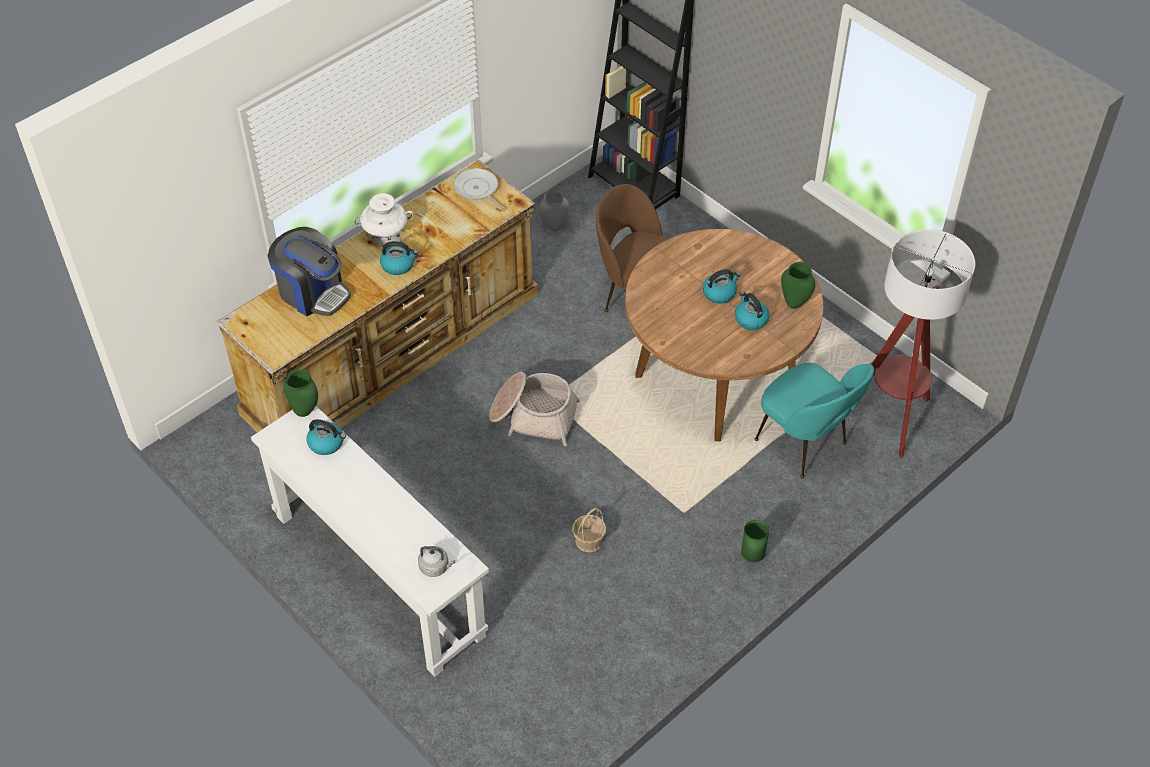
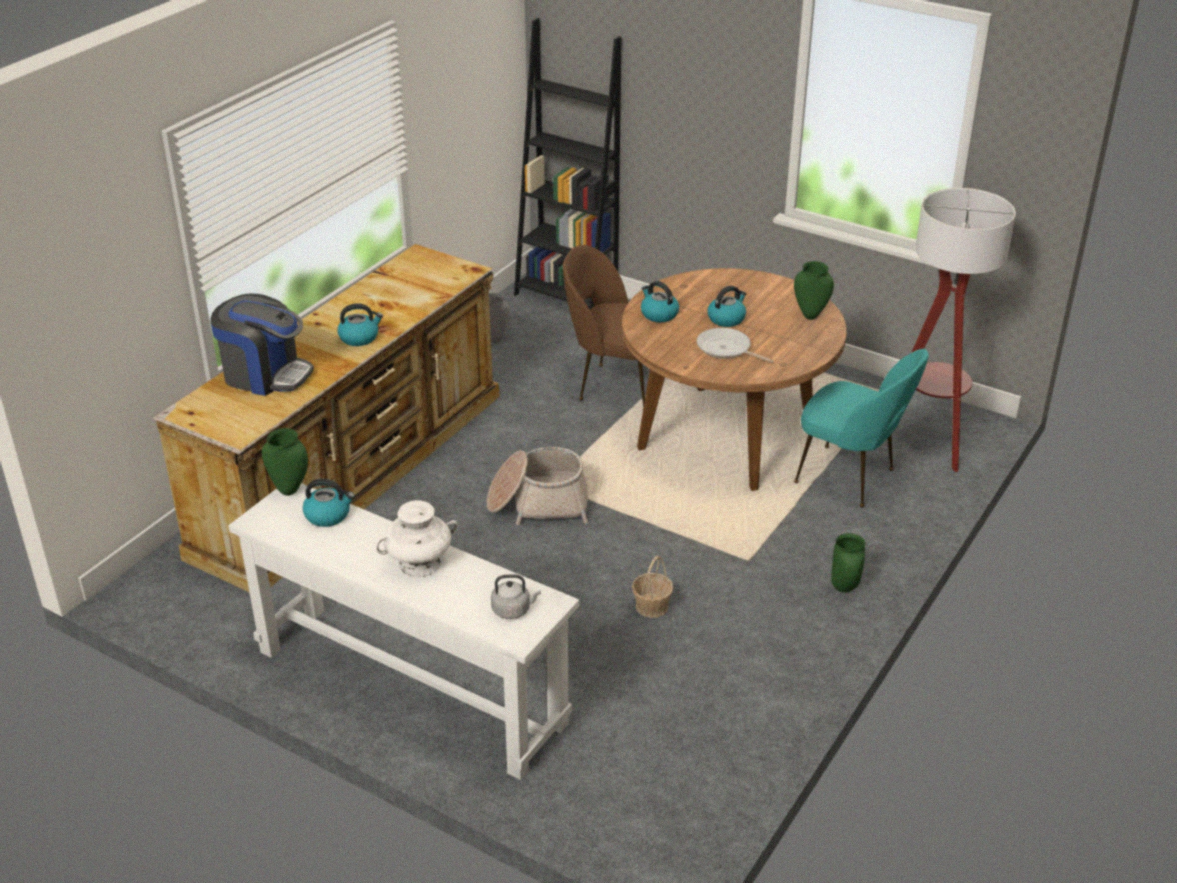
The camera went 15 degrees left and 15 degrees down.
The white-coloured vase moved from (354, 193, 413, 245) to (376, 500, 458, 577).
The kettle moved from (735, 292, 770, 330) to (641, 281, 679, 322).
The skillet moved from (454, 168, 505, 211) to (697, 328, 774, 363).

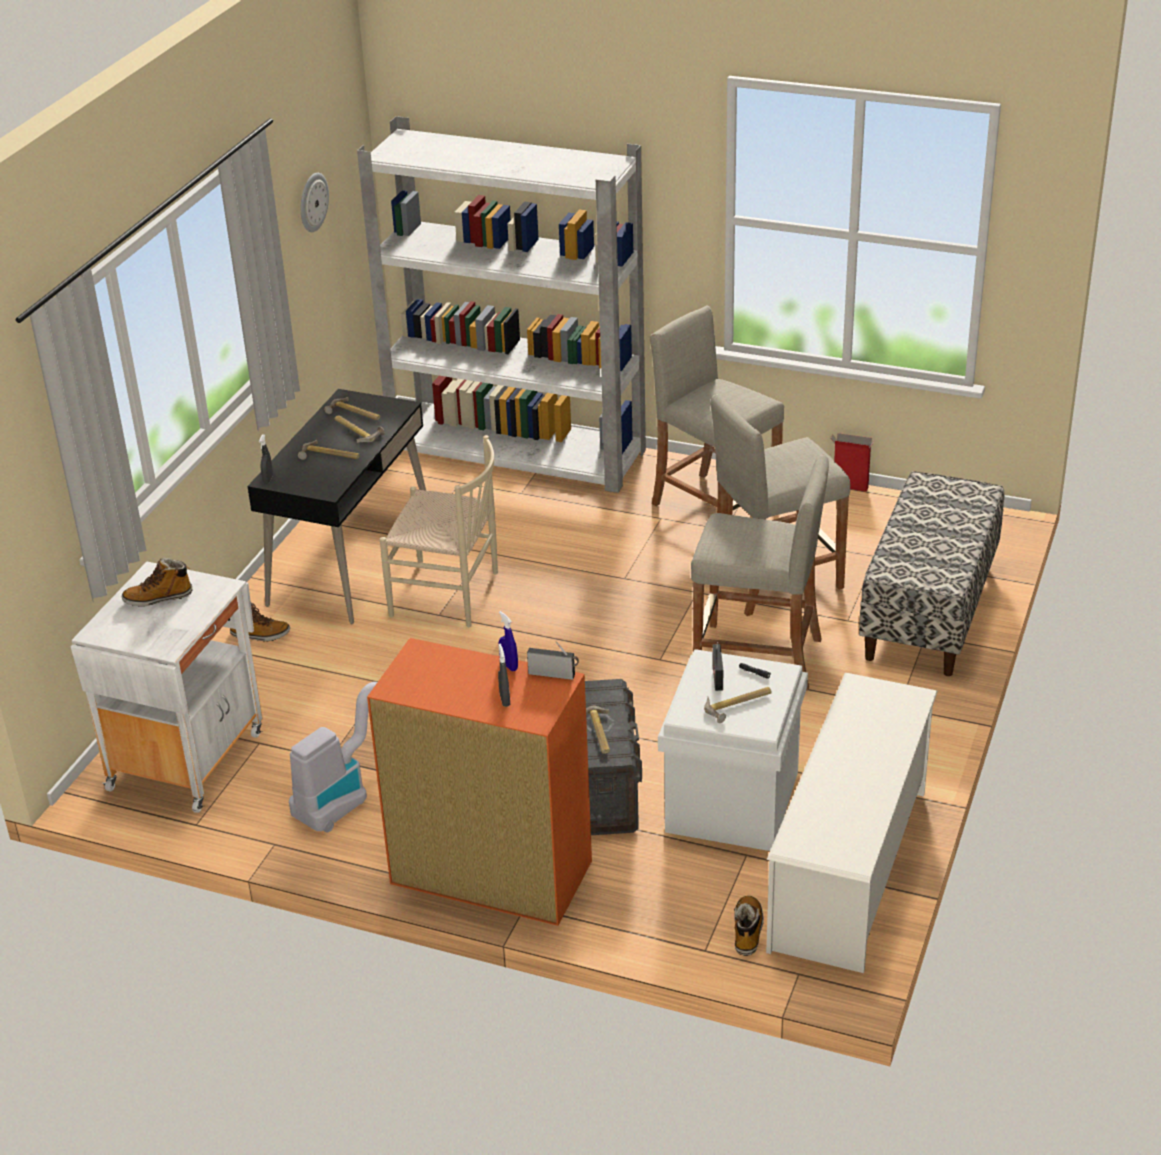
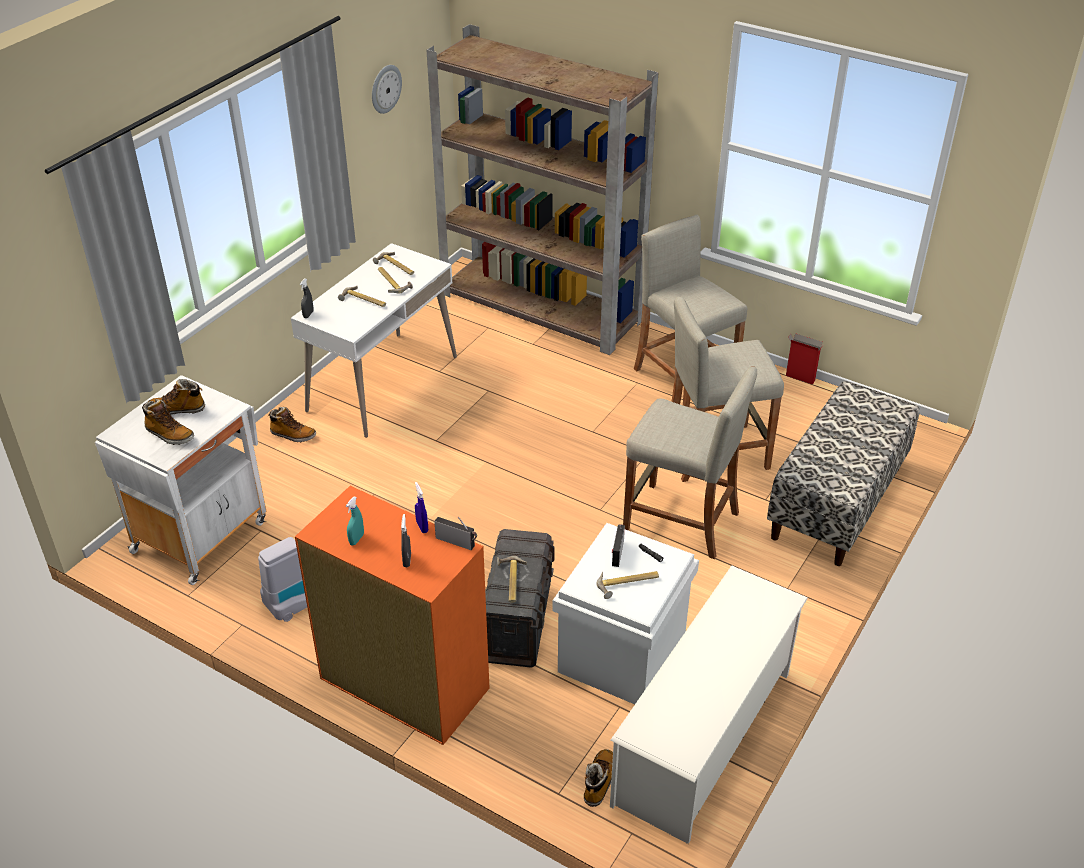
The camera went 10 degrees right and 5 degrees up.
The tall boot at (142, 399, 194, 445) appeared.
The black desk unit at (247, 389, 426, 624) became the white-coloured desk unit at (291, 243, 457, 438).
The turquoise spray bottle at (346, 496, 364, 546) appeared.
The white-coloured bookcase at (357, 116, 646, 493) became the brown-coloured bookcase at (427, 24, 658, 355).
The beige chair at (380, 435, 498, 627) disappeared.

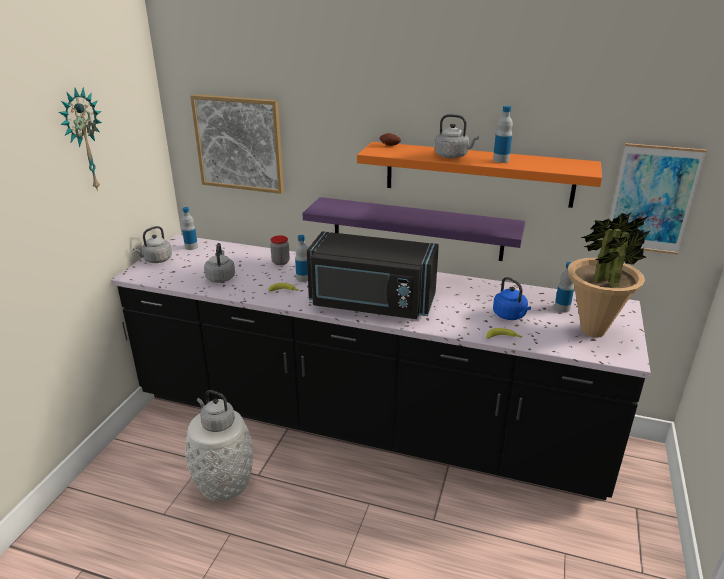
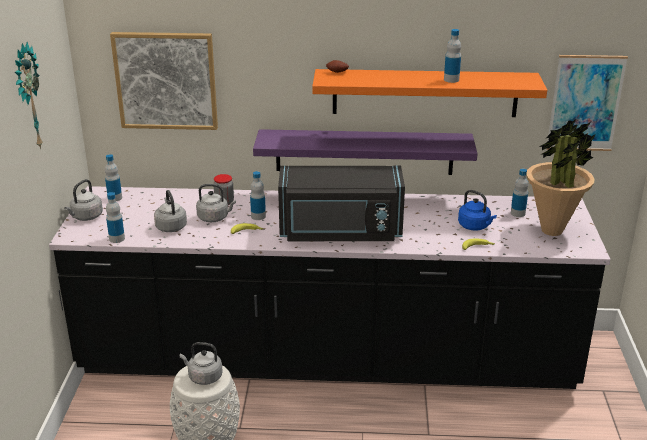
The camera went 15 degrees left and 0 degrees up.
The beverage bottle at (106, 192, 125, 243) appeared.
The grey kettle moved from (435, 114, 479, 158) to (196, 184, 236, 222).

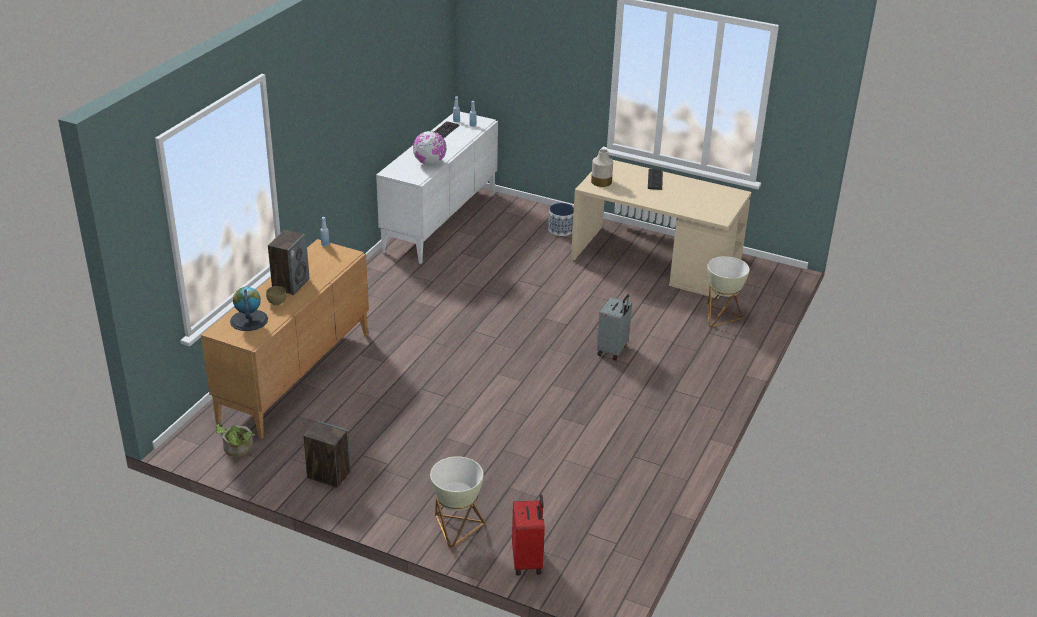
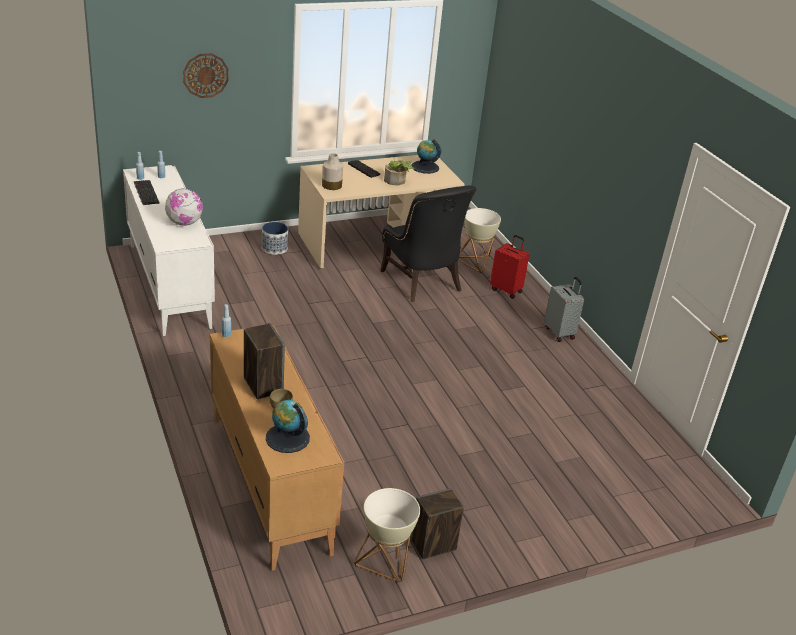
The camera went 50 degrees left and 0 degrees up.
The wall clock at (183, 53, 229, 98) appeared.
The planter moved from (430, 456, 485, 547) to (354, 488, 420, 582).
The black chair at (380, 186, 476, 302) appeared.
The plant in a pot moved from (216, 424, 255, 457) to (384, 160, 415, 186).
The desk globe at (411, 139, 441, 174) appeared.
The red-coloured piece of luggage moved from (512, 494, 545, 576) to (490, 235, 529, 299).
The grey piece of luggage moved from (597, 294, 632, 360) to (544, 277, 584, 342).

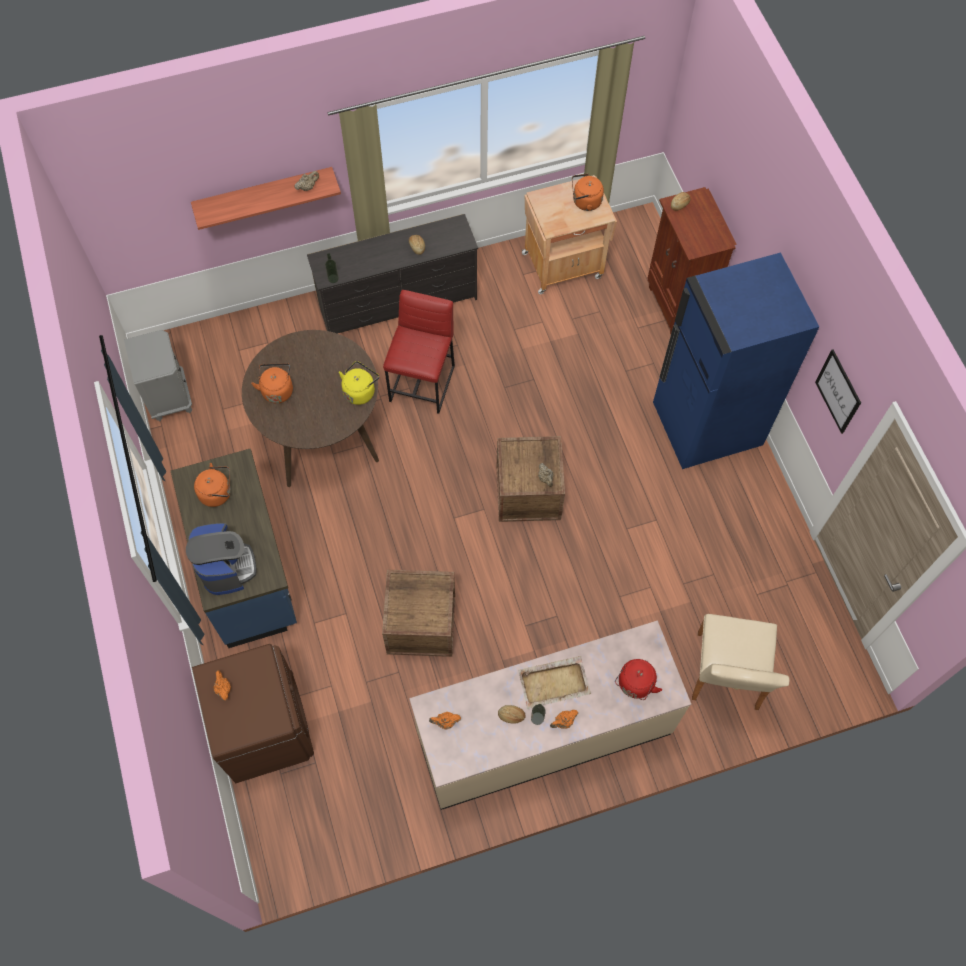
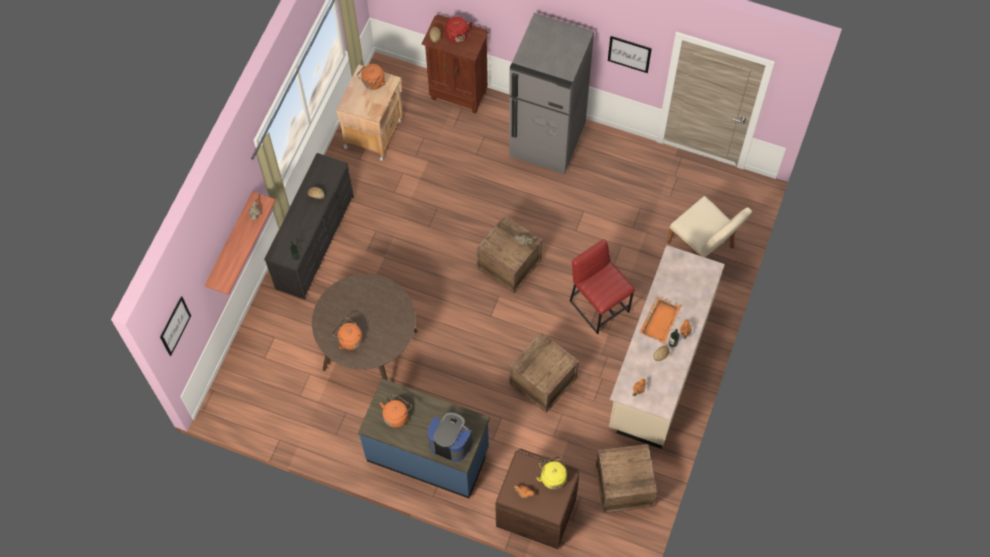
The camera went 50 degrees left and 0 degrees up.
The wall art at (160, 296, 191, 356) appeared.
The red-coloured kettle moved from (615, 659, 662, 700) to (445, 17, 472, 43).
The blue-coloured fridge at (653, 253, 819, 469) became the grey fridge at (509, 13, 594, 174).
The yellow kettle moved from (339, 361, 379, 405) to (536, 456, 567, 489).
The red-coloured chair moved from (383, 290, 455, 414) to (570, 239, 635, 334).
The crate at (596, 444, 657, 513) appeared.
The beige serving tray at (518, 656, 591, 709) became the orange-coloured serving tray at (639, 296, 681, 344).
The grey bedside table at (124, 330, 192, 421) disappeared.

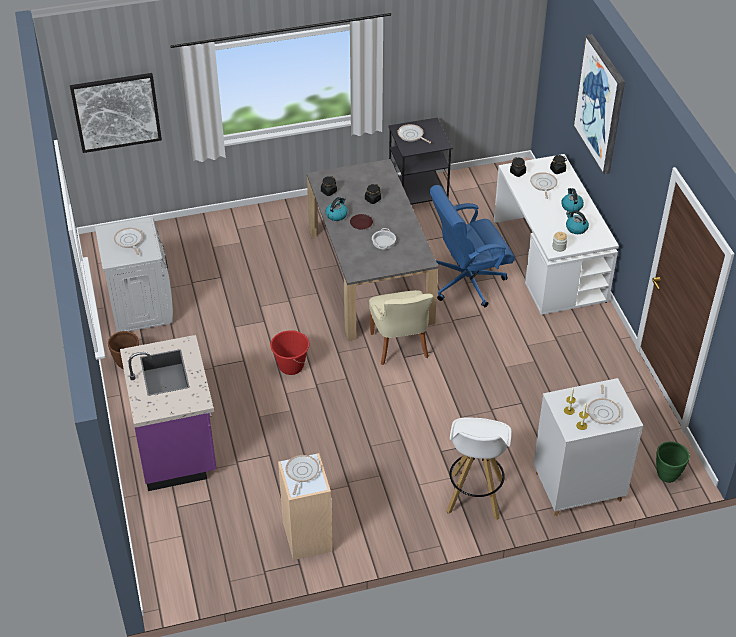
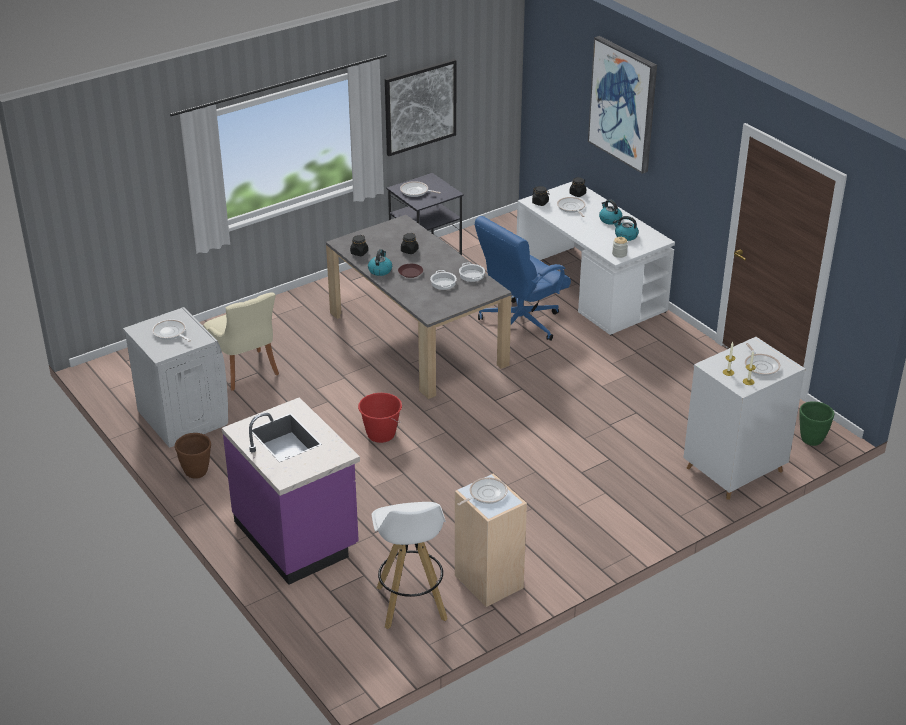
The camera went 20 degrees left and 10 degrees down.
The beige chair moved from (369, 290, 433, 365) to (203, 293, 279, 391).
The white-coloured stool moved from (446, 418, 511, 520) to (372, 502, 448, 629).
The wall art moved from (70, 73, 162, 153) to (385, 59, 456, 156).
The skillet at (285, 455, 319, 495) turned 60 degrees clockwise.
The cooking pot at (459, 262, 485, 282) appeared.

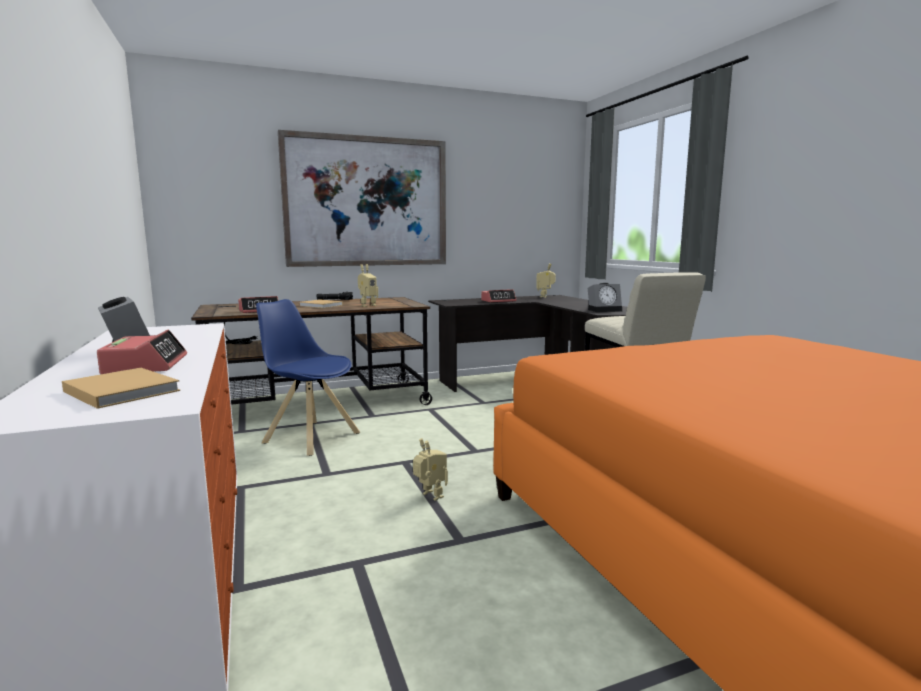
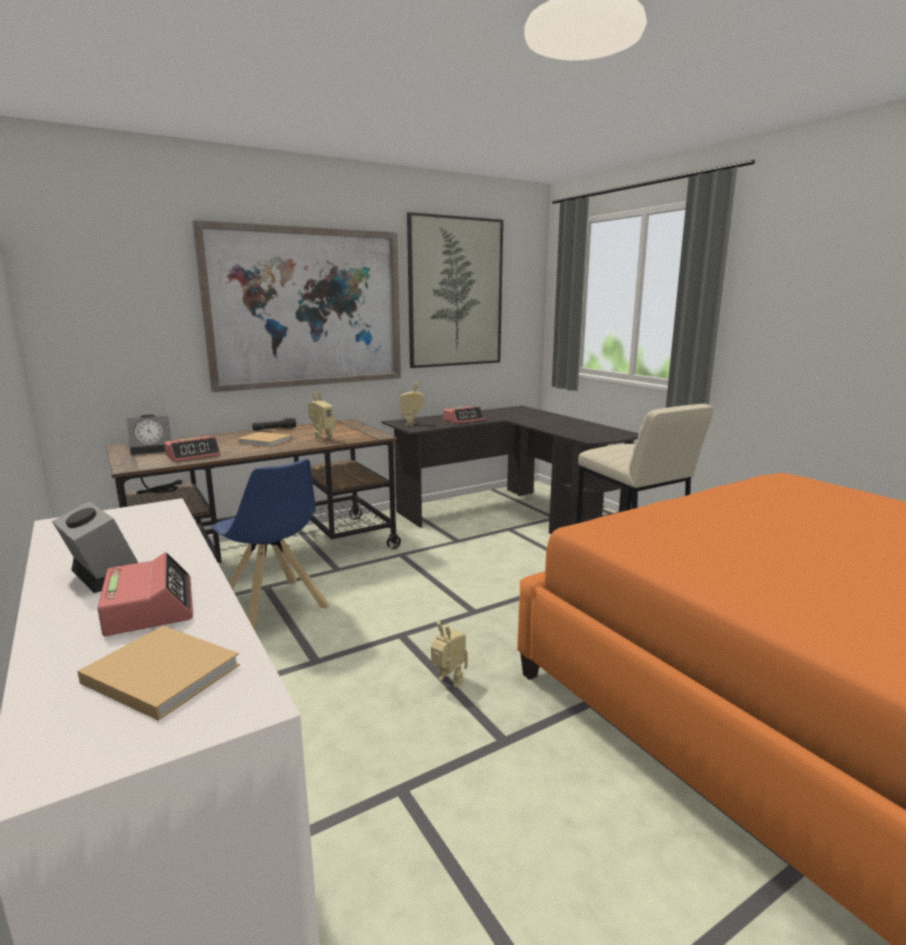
The camera went 10 degrees left and 5 degrees up.
The table clock moved from (588, 283, 622, 312) to (126, 415, 171, 455).
The blue-coloured chair at (256, 299, 360, 456) turned 150 degrees counterclockwise.
The model robot moved from (536, 264, 556, 298) to (400, 382, 424, 426).
The wall art at (407, 212, 503, 368) appeared.

